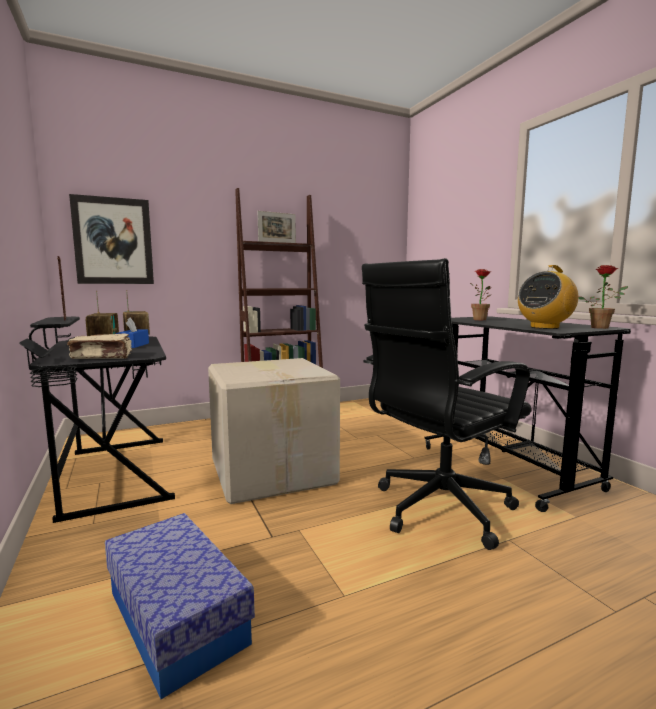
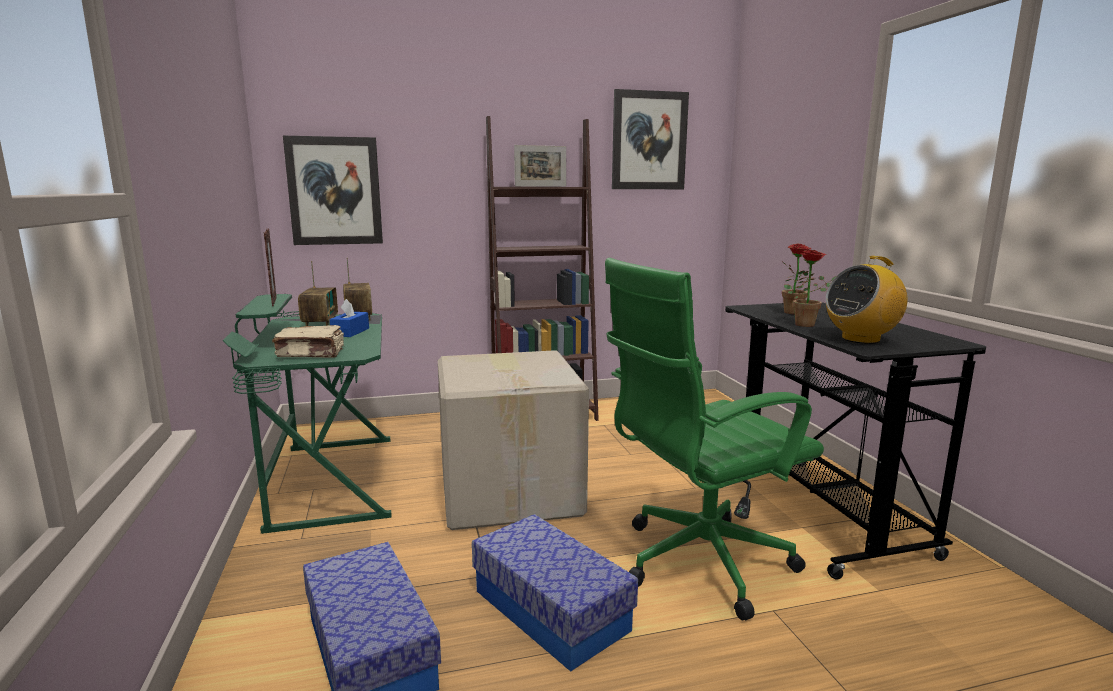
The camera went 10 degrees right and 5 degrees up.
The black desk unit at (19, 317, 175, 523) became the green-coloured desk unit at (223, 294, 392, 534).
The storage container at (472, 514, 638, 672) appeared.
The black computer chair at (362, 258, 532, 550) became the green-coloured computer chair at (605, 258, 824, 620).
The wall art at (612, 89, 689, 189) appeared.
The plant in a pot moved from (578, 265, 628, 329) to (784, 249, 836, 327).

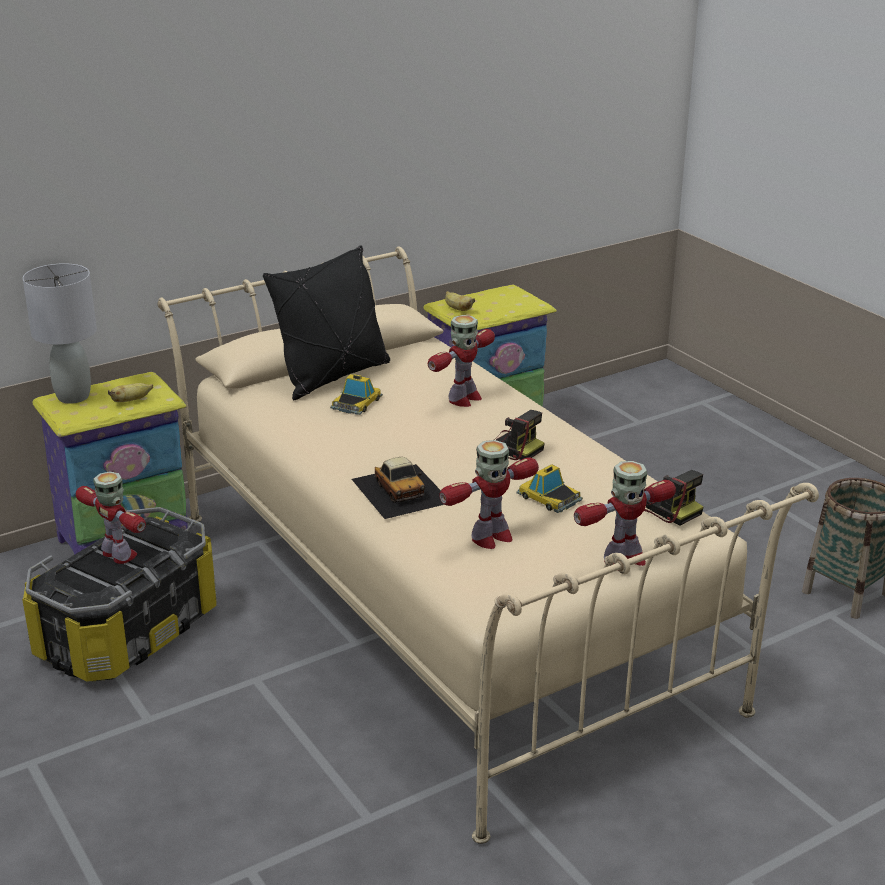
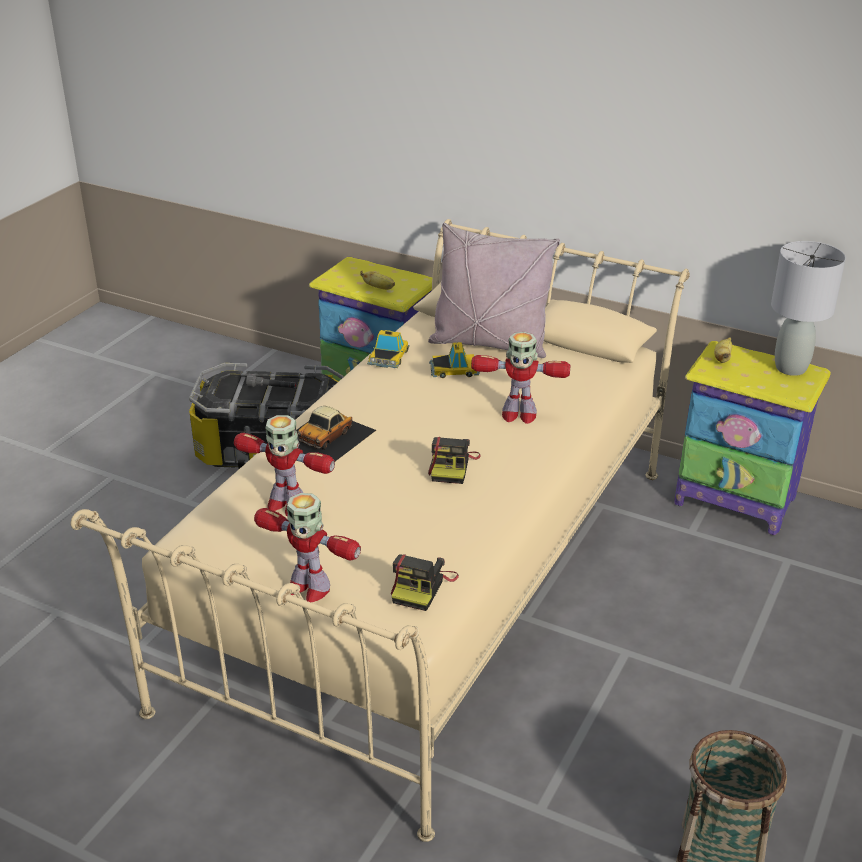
The camera went 60 degrees right and 5 degrees up.
The model robot at (76, 471, 146, 564) was replaced by the grey torch at (246, 374, 297, 388).
The toy car moved from (517, 464, 583, 513) to (367, 330, 410, 368).
The black throw pillow at (263, 245, 390, 400) became the purple throw pillow at (428, 223, 560, 358).
The grey table lamp moved from (23, 263, 97, 404) to (771, 241, 846, 376).

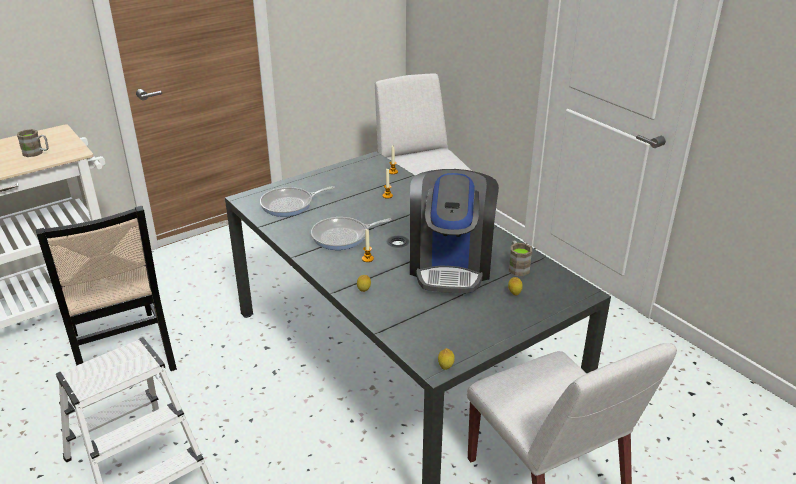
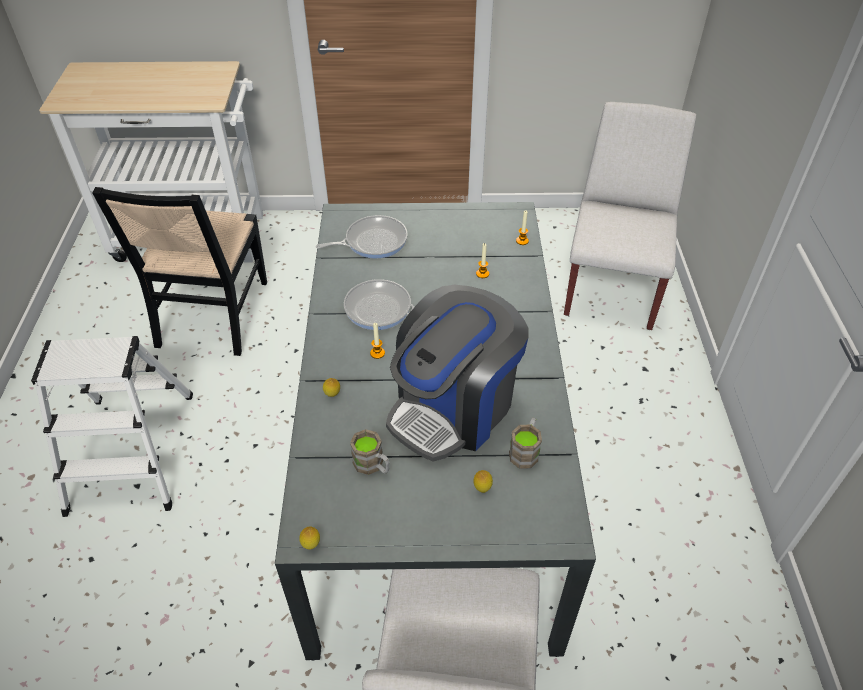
The camera went 35 degrees right and 15 degrees up.
The skillet at (260, 186, 335, 217) turned 150 degrees clockwise.
The brown-coloured tea mug moved from (17, 129, 49, 157) to (350, 429, 390, 475).

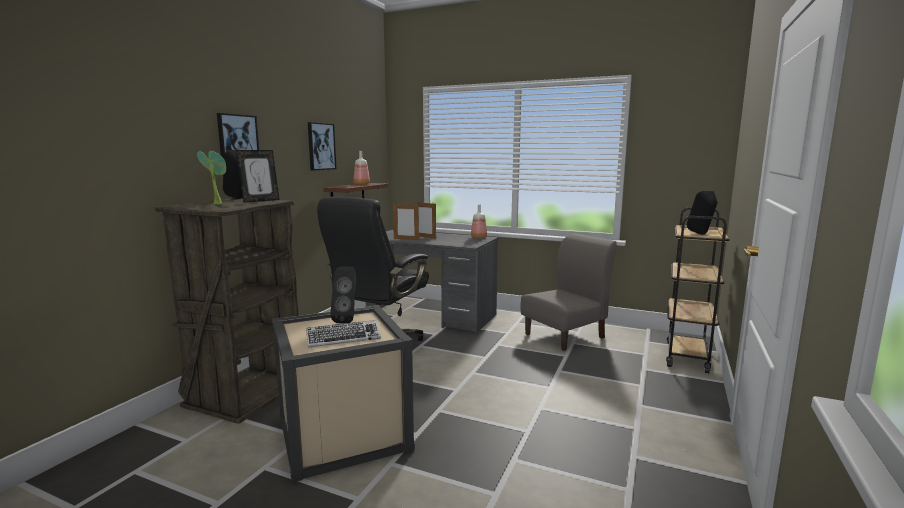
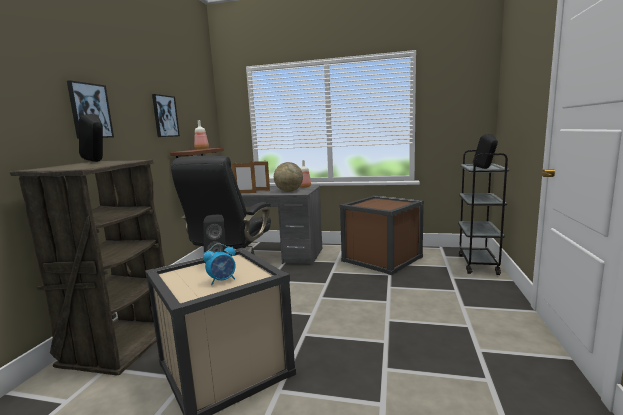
The camera went 10 degrees left and 0 degrees up.
The keyboard at (306, 320, 381, 348) was replaced by the table clock at (203, 243, 236, 285).
The desk globe at (274, 162, 303, 192) appeared.
The grey chair at (520, 233, 616, 351) was replaced by the brown-coloured storage container at (340, 195, 424, 275).
The brown-coloured cart at (666, 208, 730, 373) became the grey cart at (458, 150, 510, 275).
The plant in a pot at (197, 151, 226, 205) disappeared.
The standing frame at (236, 150, 279, 203) disappeared.

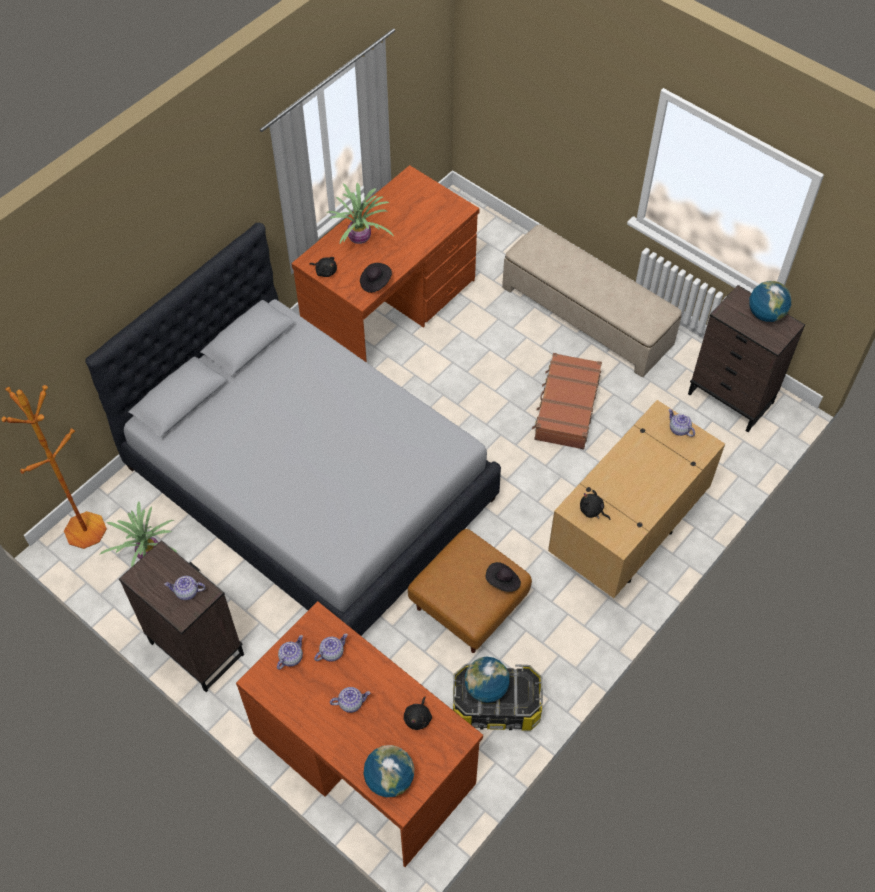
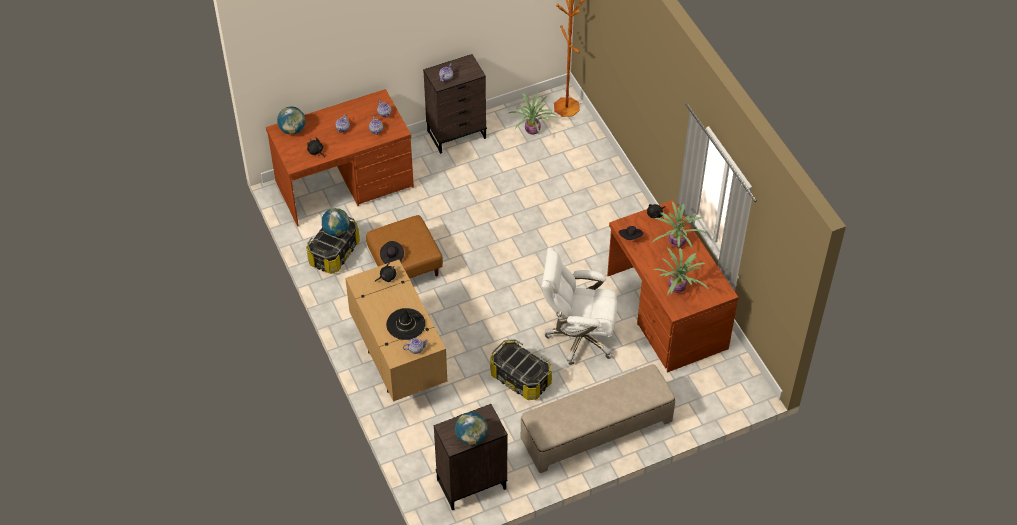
The camera went 115 degrees right and 5 degrees down.
The black wearable hat at (386, 308, 425, 340) appeared.
The brown-coloured piece of luggage at (532, 353, 602, 450) was replaced by the storage container at (490, 339, 552, 400).
The white-coloured computer chair at (542, 248, 617, 365) appeared.
The plant in a pot at (654, 248, 709, 296) appeared.
The grey sleeping bed at (85, 223, 501, 636) disappeared.

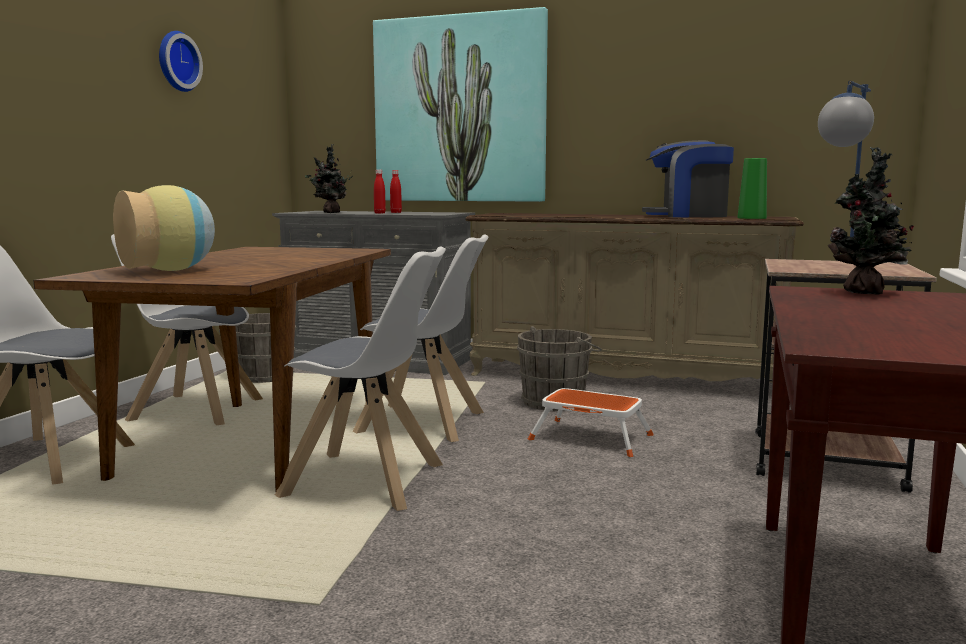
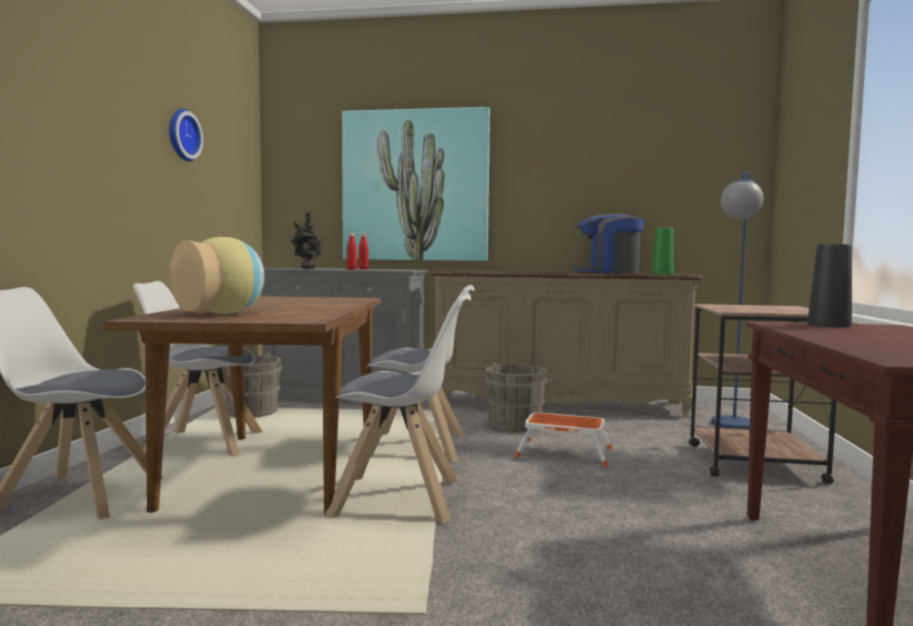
The camera went 10 degrees left and 5 degrees down.
The plant in a pot at (827, 147, 914, 294) was replaced by the black vase at (807, 244, 852, 328).

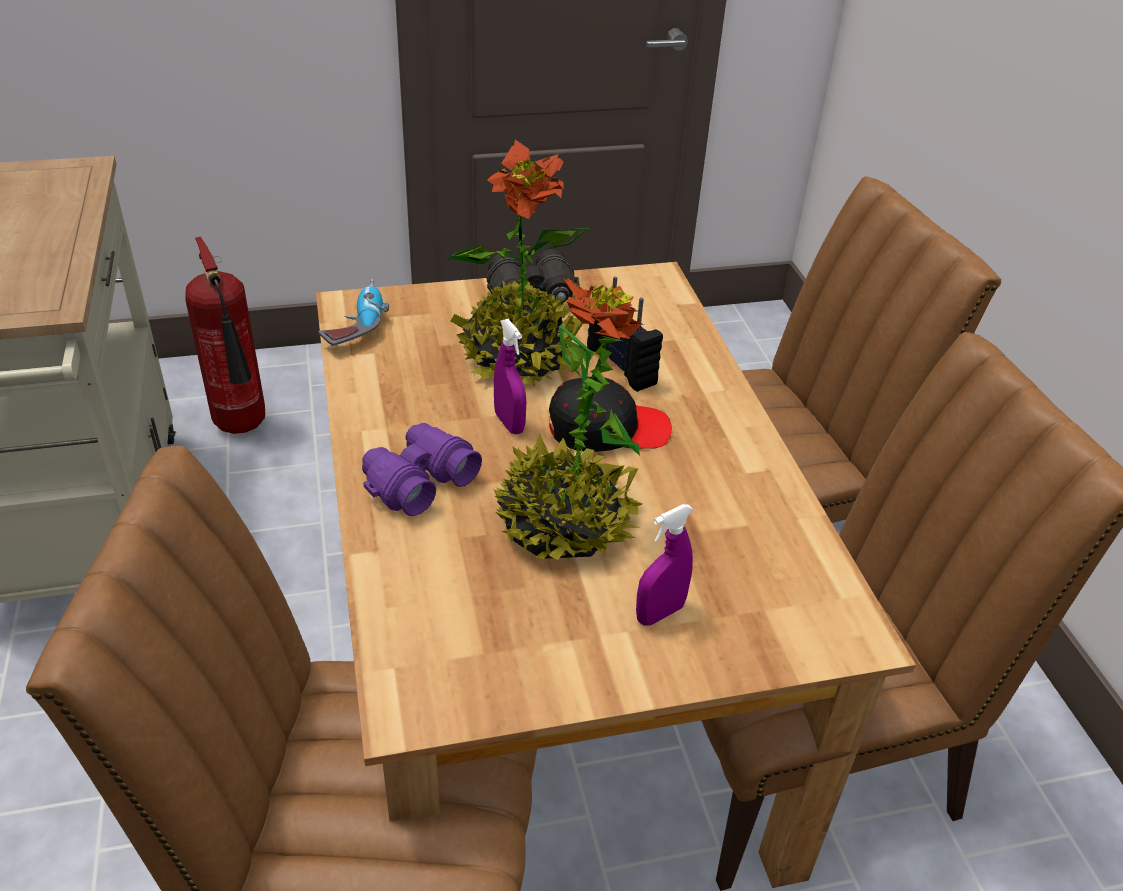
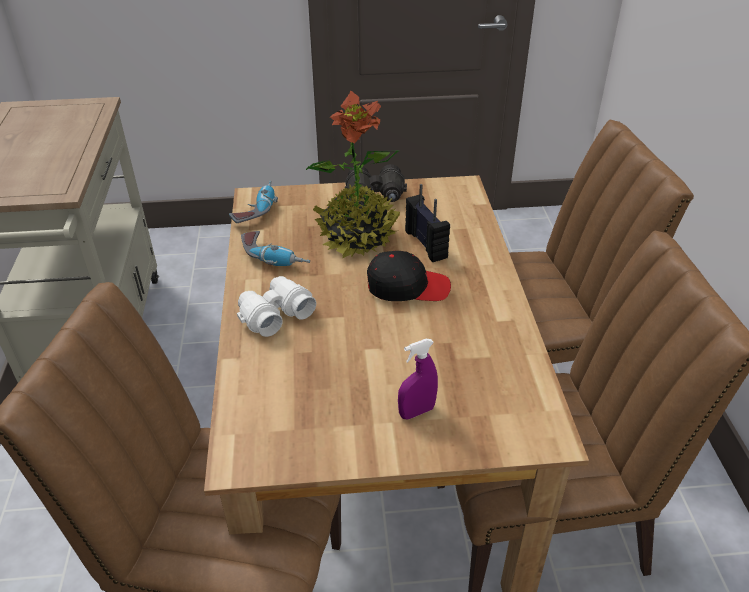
The camera went 10 degrees right and 0 degrees up.
The purple pair of binoculars at (362, 423, 482, 516) became the white-coloured pair of binoculars at (237, 276, 316, 337).
The electric drill at (241, 231, 310, 266) appeared.
The fire extinguisher at (185, 237, 265, 434) disappeared.
The plant in a pot at (494, 278, 644, 560) disappeared.
The purple spray bottle at (494, 319, 526, 434) disappeared.

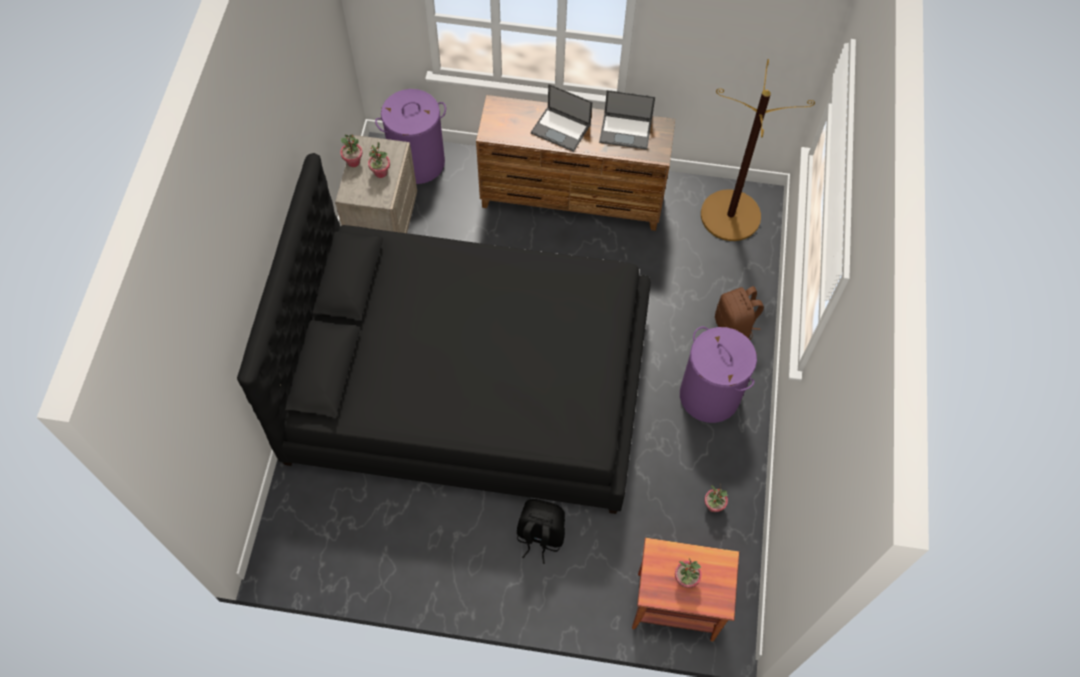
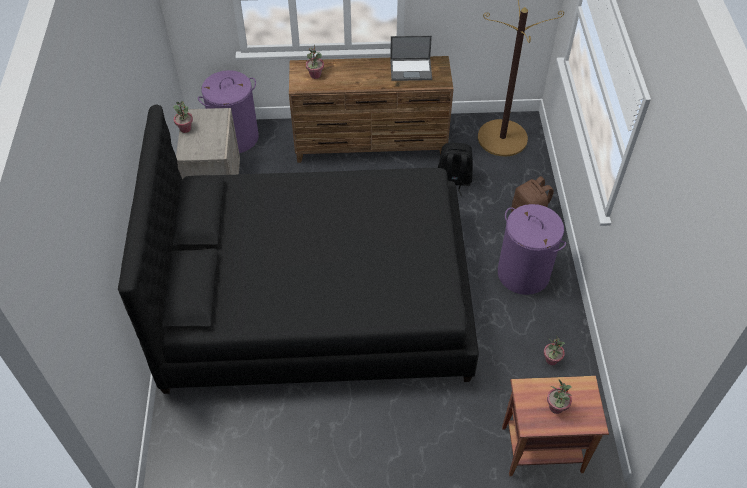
The camera went 10 degrees left and 10 degrees down.
The plant in a pot moved from (368, 142, 390, 178) to (306, 45, 324, 79).
The black knapsack moved from (517, 499, 565, 564) to (438, 143, 473, 196).
The notebook computer at (531, 84, 592, 152) disappeared.

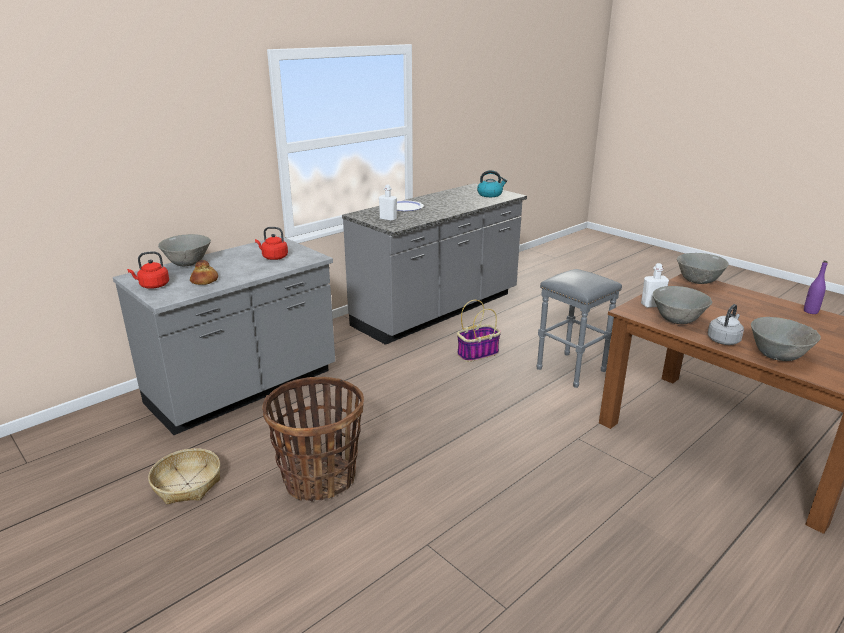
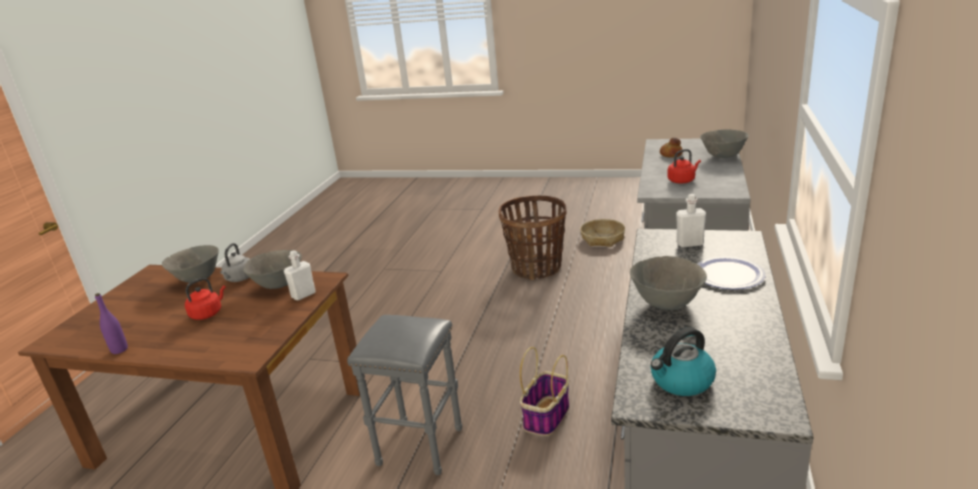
The camera went 150 degrees right and 0 degrees up.
The red-coloured kettle moved from (127, 251, 169, 289) to (185, 278, 226, 320).
The grey deep dish moved from (677, 253, 729, 284) to (630, 256, 707, 310).

